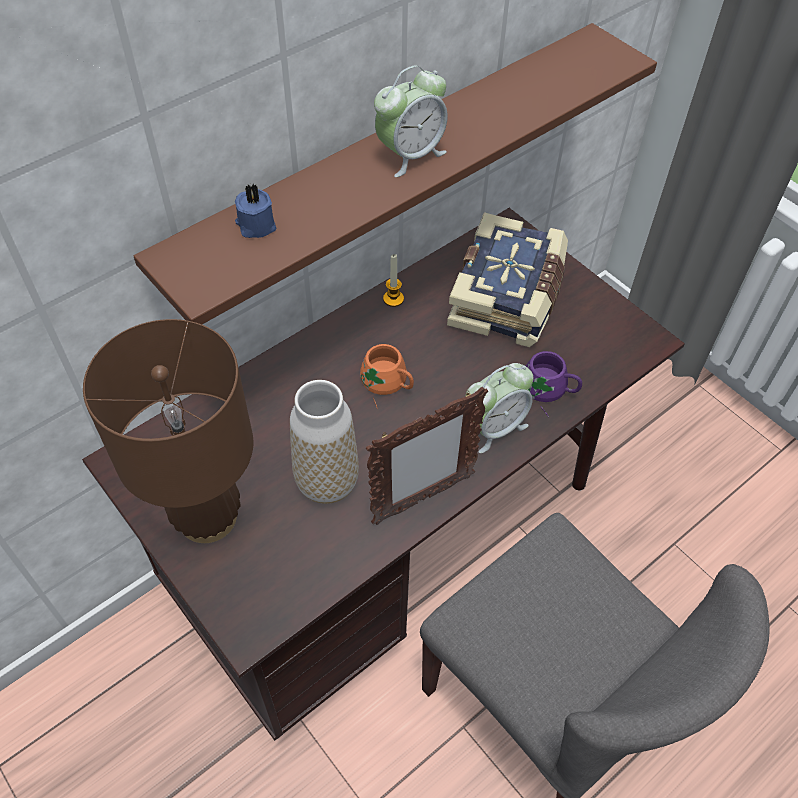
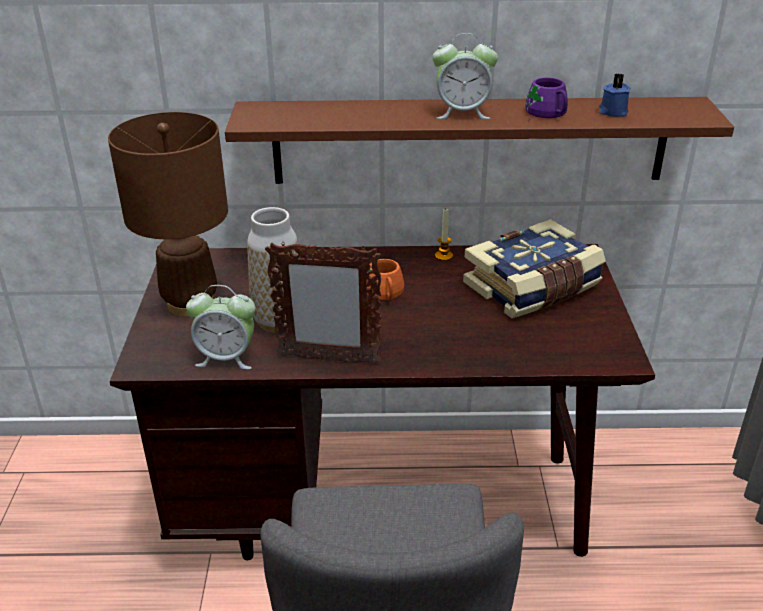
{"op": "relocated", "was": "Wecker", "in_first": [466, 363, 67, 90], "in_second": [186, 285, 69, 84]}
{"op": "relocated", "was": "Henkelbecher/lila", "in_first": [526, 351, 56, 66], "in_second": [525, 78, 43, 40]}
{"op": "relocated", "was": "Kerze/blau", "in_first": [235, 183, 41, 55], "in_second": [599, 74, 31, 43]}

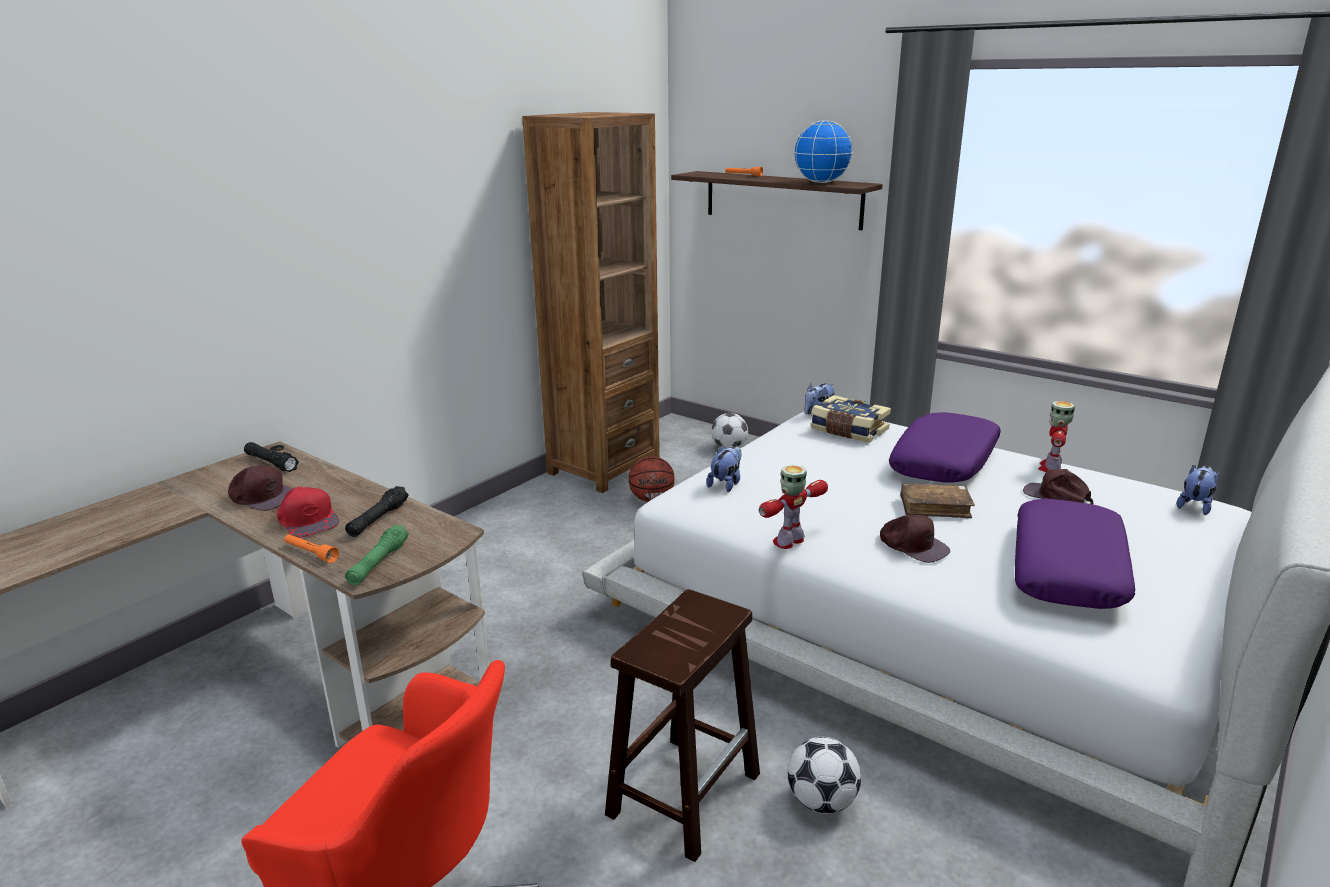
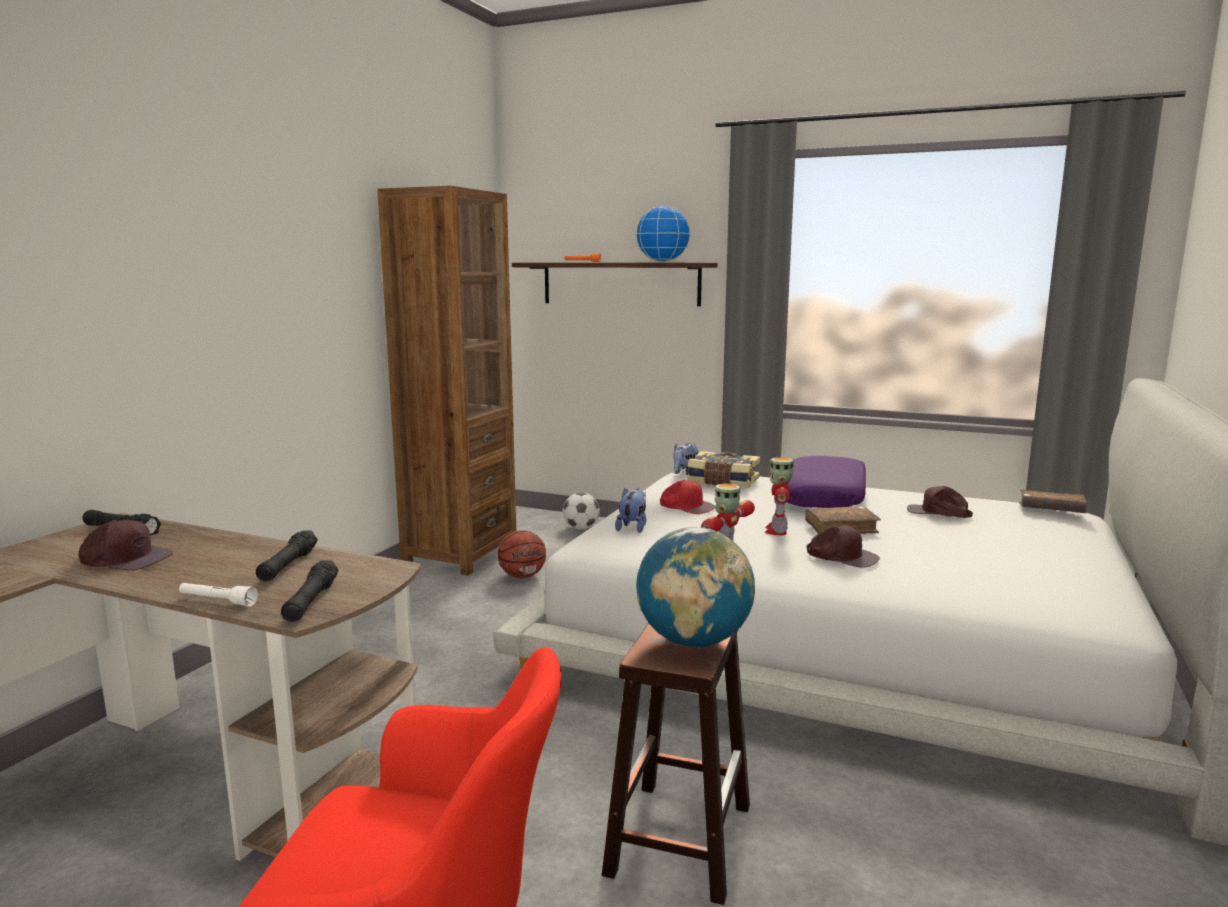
{"op": "colour", "was": "Taschenlampe/orange", "now": "Taschenlampe/weiß", "in_first": [284, 534, 55, 29], "in_second": [179, 583, 79, 24]}
{"op": "colour", "was": "Taschenlampe/grün", "now": "Taschenlampe/schwarz", "in_first": [345, 525, 64, 60], "in_second": [281, 560, 57, 62]}
{"op": "appeared", "now": "Globus", "in_second": [636, 527, 119, 120]}
{"op": "relocated", "was": "Kappe/rot", "in_first": [277, 486, 63, 52], "in_second": [660, 480, 56, 34]}
{"op": "relocated", "was": "Spielzeugroboter", "in_first": [1038, 401, 37, 71], "in_second": [765, 457, 29, 78]}
{"op": "exchanged", "was": "Plüschtier", "now": "Buch/braun", "in_first": [1177, 465, 42, 50], "in_second": [1019, 490, 68, 23]}
{"op": "missing", "was": "Fußball", "in_first": [788, 737, 73, 77]}
{"op": "missing", "was": "Kissen/lila", "in_first": [1015, 499, 120, 110]}

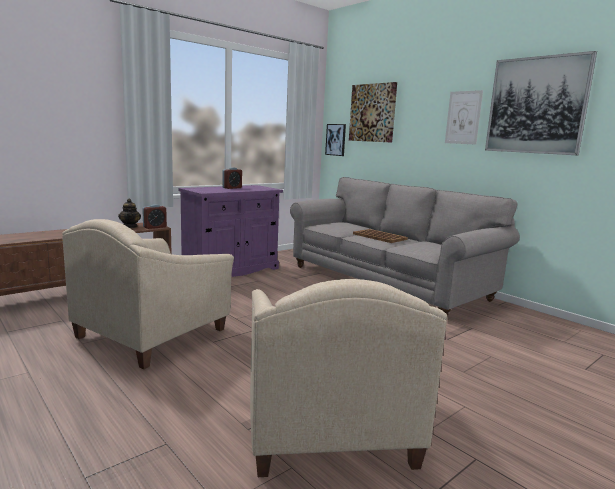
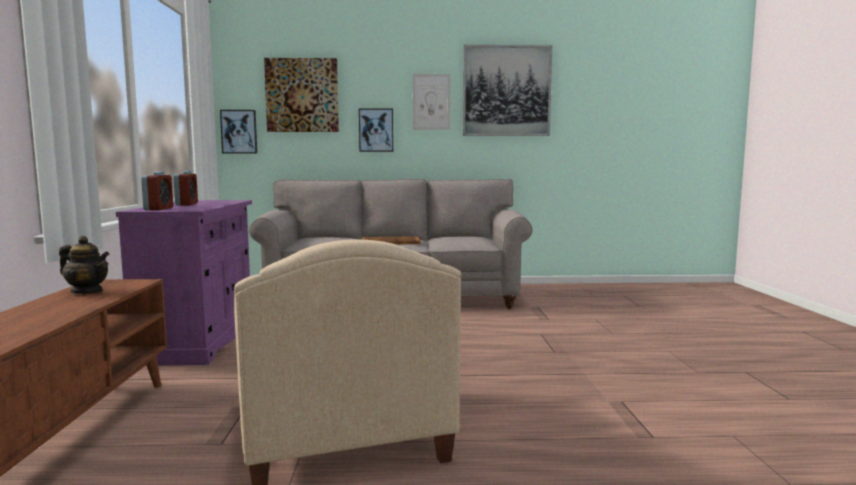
{"op": "relocated", "was": "Wecker", "in_first": [142, 204, 25, 25], "in_second": [141, 171, 32, 39]}
{"op": "appeared", "now": "Bild", "in_second": [359, 108, 34, 44]}
{"op": "missing", "was": "Sessel/beige", "in_first": [250, 279, 197, 198]}

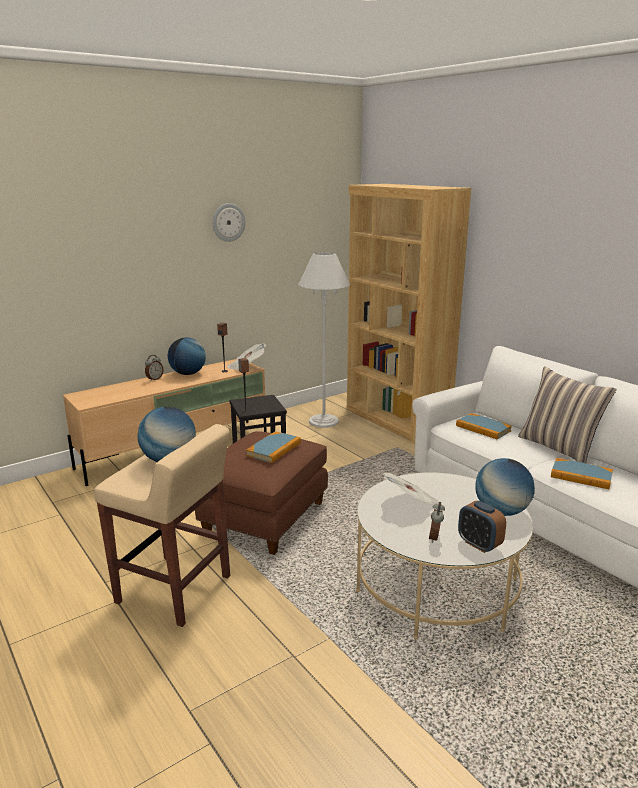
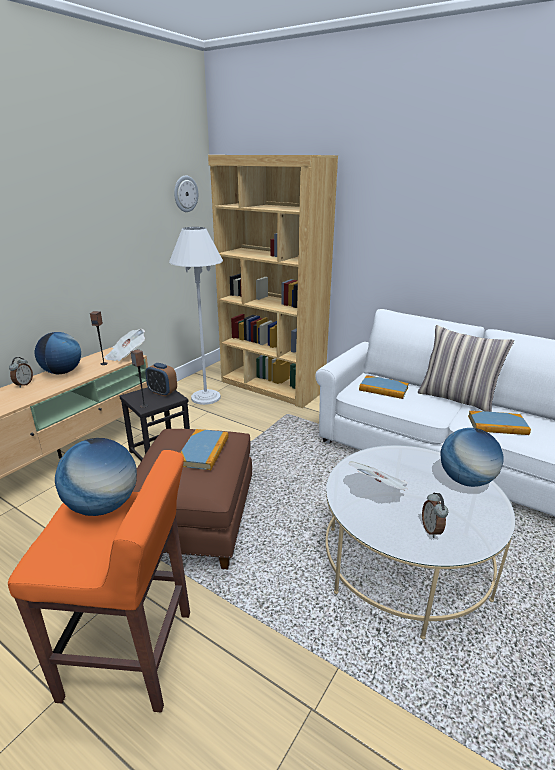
{"op": "colour", "was": "Hocker/beige", "now": "Hocker/orange", "in_first": [94, 424, 136, 203], "in_second": [8, 450, 182, 263]}
{"op": "relocated", "was": "Wecker", "in_first": [458, 501, 48, 52], "in_second": [145, 363, 32, 33]}
{"op": "relocated", "was": "Wanduhr", "in_first": [212, 203, 33, 39], "in_second": [174, 176, 24, 36]}

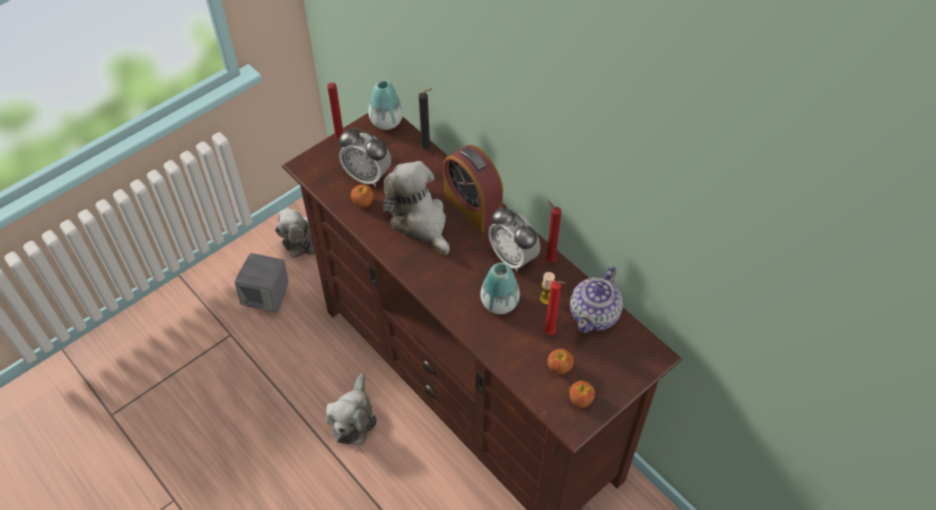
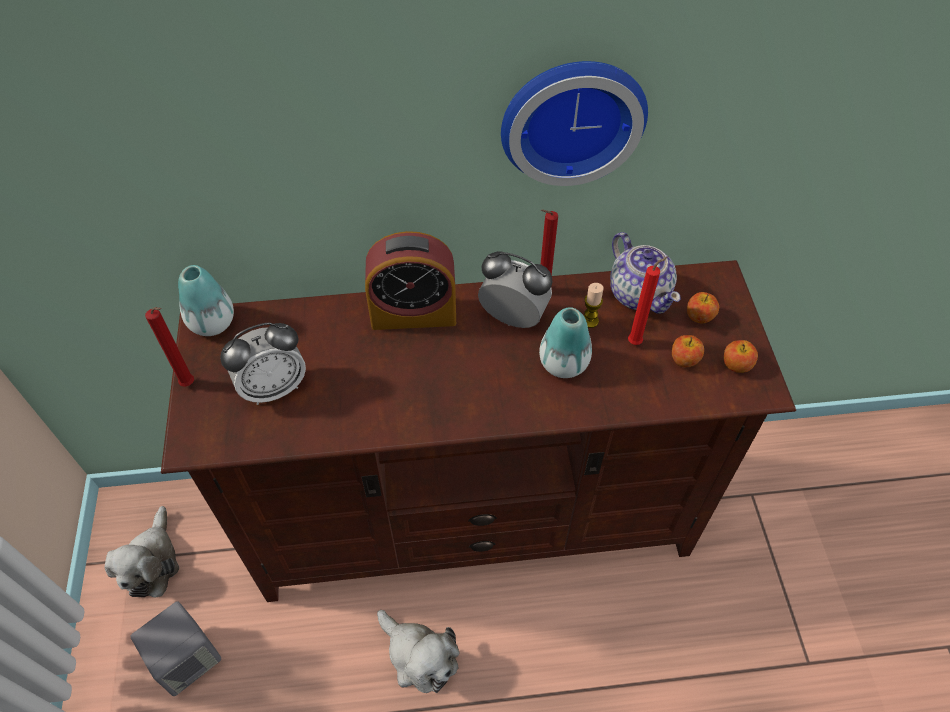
{"op": "spun", "was": "Wecker", "in_first": [489, 207, 51, 65], "in_second": [478, 251, 74, 77], "clockwise": -150}
{"op": "appeared", "now": "Wanduhr", "in_second": [501, 61, 147, 125]}
{"op": "relocated", "was": "Apfel", "in_first": [351, 185, 22, 23], "in_second": [687, 292, 32, 32]}
{"op": "missing", "was": "Plüschtier", "in_first": [383, 161, 67, 94]}
{"op": "missing", "was": "Kerze/schwarz", "in_first": [419, 89, 13, 61]}

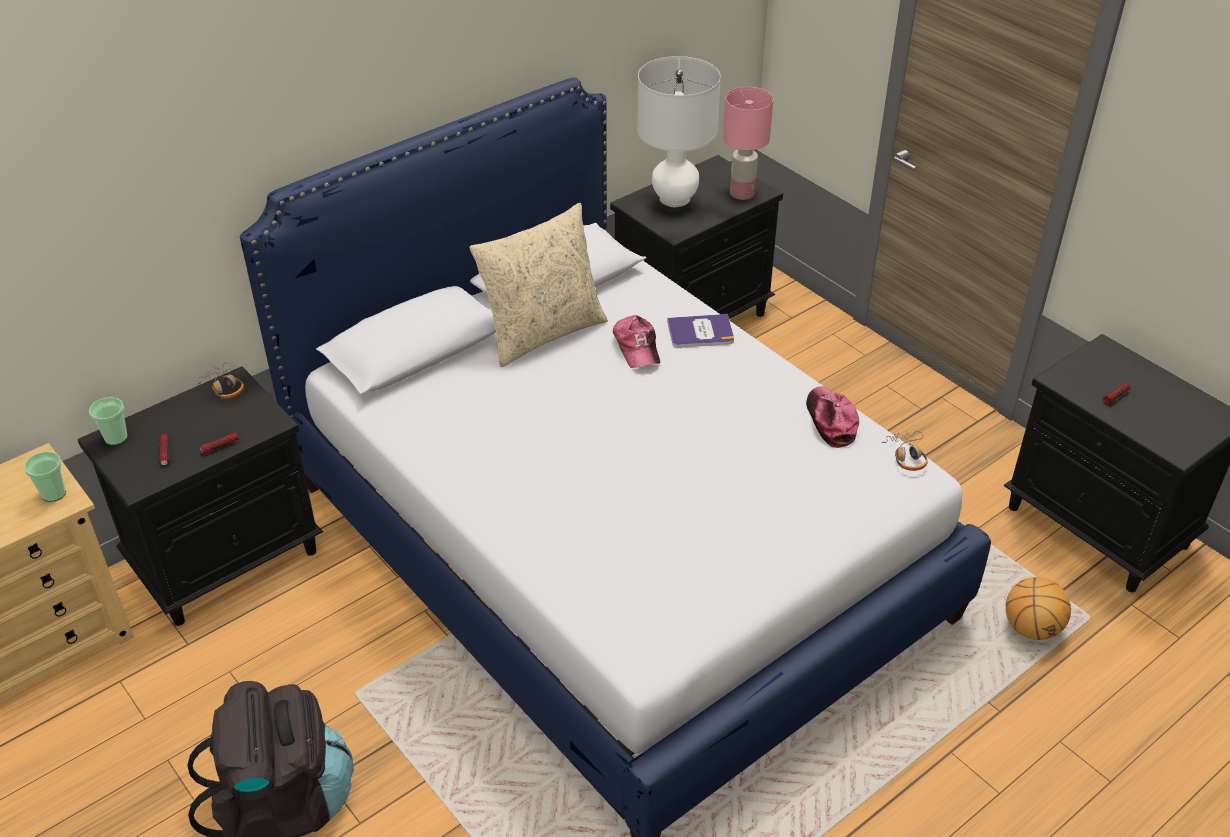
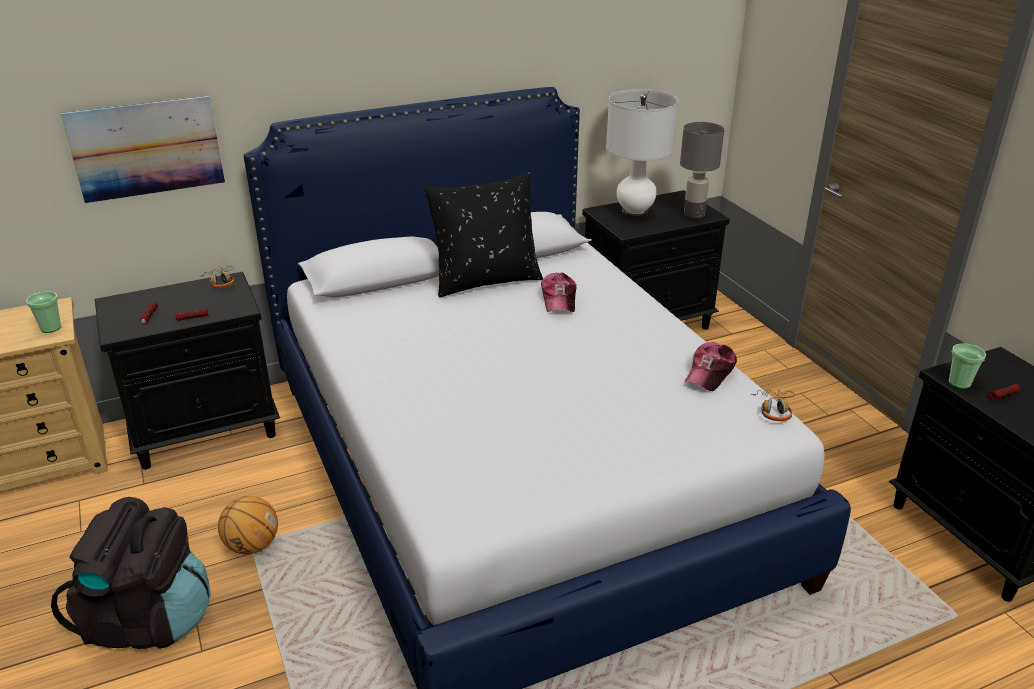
{"op": "appeared", "now": "Bild", "in_second": [61, 96, 164, 107]}
{"op": "relocated", "was": "Basketball", "in_first": [1006, 577, 65, 63], "in_second": [218, 496, 60, 58]}
{"op": "colour", "was": "Kissen/beige", "now": "Kissen/schwarz", "in_first": [469, 203, 139, 164], "in_second": [424, 172, 119, 125]}
{"op": "colour", "was": "Tischlampe/rosa", "now": "Tischlampe/grau", "in_first": [723, 87, 50, 113], "in_second": [680, 122, 44, 97]}
{"op": "spun", "was": "Kappe", "in_first": [806, 386, 53, 62], "in_second": [684, 342, 53, 49], "clockwise": -150}
{"op": "relocated", "was": "Tasse", "in_first": [89, 397, 39, 48], "in_second": [949, 343, 37, 46]}
{"op": "missing", "was": "Buch", "in_first": [667, 314, 67, 34]}

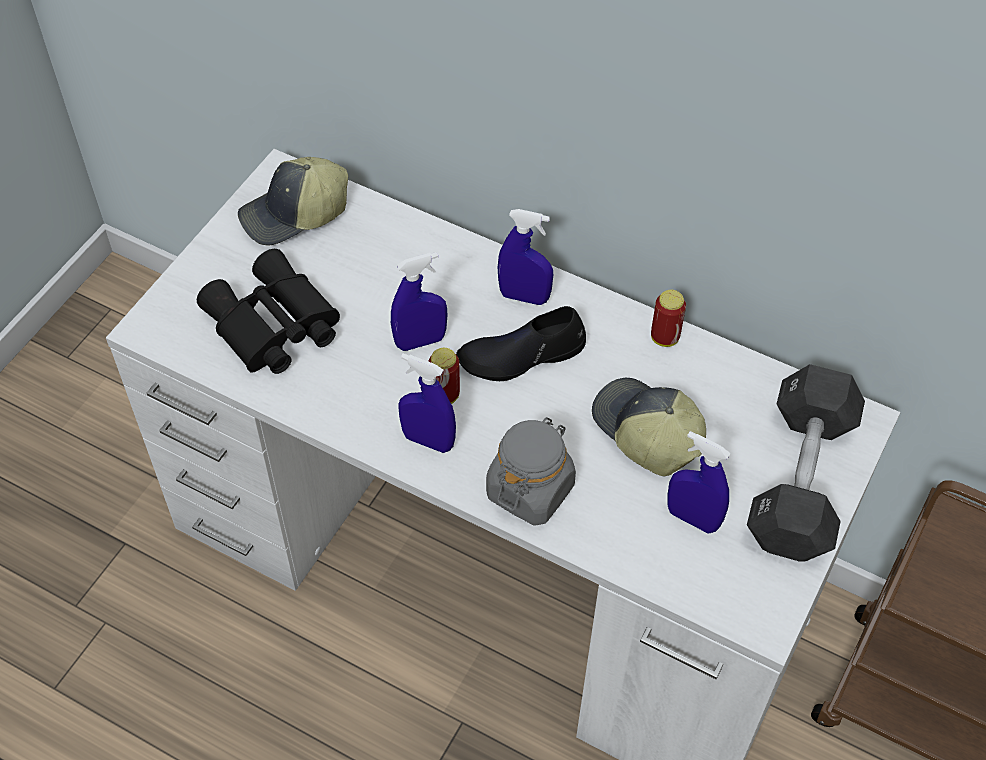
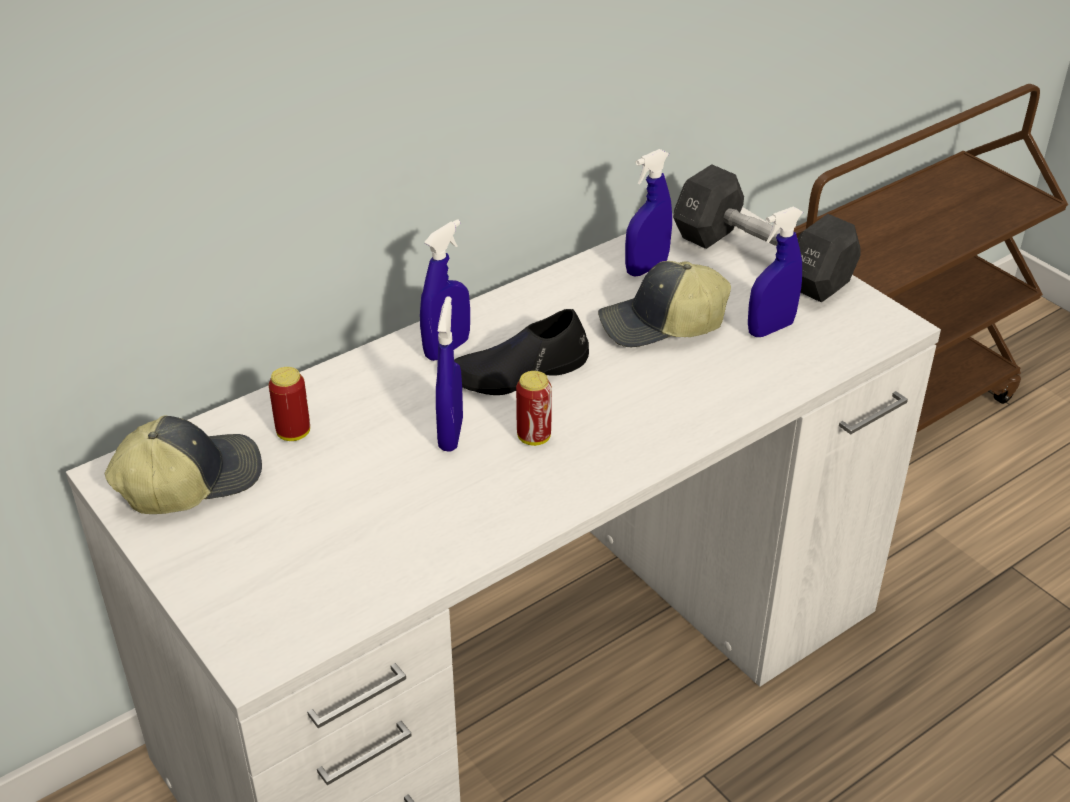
{"op": "spun", "was": "Kappe", "in_first": [238, 157, 110, 89], "in_second": [104, 415, 158, 99], "clockwise": -120}
{"op": "relocated", "was": "Dose", "in_first": [651, 290, 35, 57], "in_second": [269, 367, 41, 74]}
{"op": "spun", "was": "Schuh/schwarz", "in_first": [456, 306, 130, 75], "in_second": [454, 309, 135, 86], "clockwise": 60}
{"op": "relocated", "was": "Sprühflasche/blau", "in_first": [398, 353, 58, 100], "in_second": [625, 149, 47, 127]}
{"op": "missing", "was": "Fernglas/schwarz", "in_first": [197, 249, 143, 125]}
{"op": "missing", "was": "Vorratsglas/grau", "in_first": [486, 417, 90, 109]}

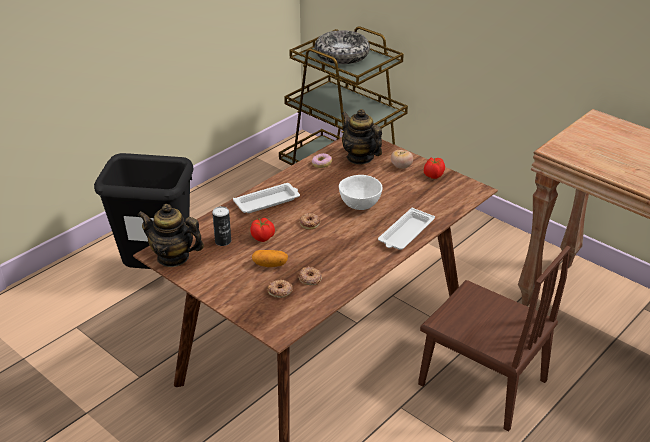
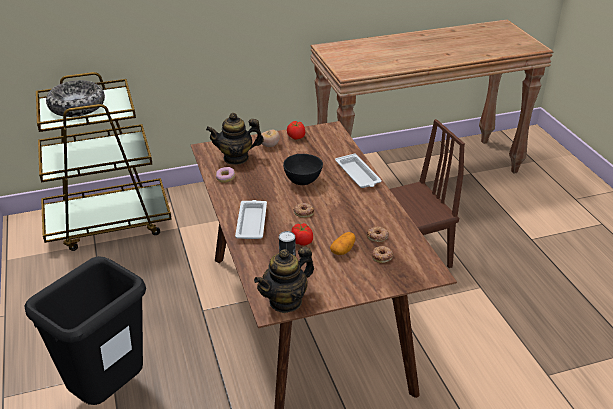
{"op": "colour", "was": "Schüssel/weiß", "now": "Schüssel/schwarz", "in_first": [339, 175, 44, 35], "in_second": [283, 154, 40, 31]}

